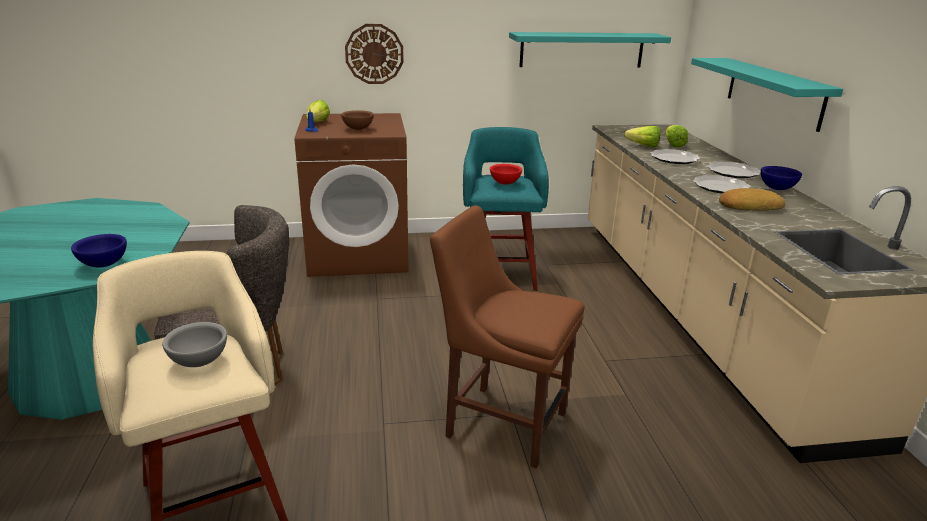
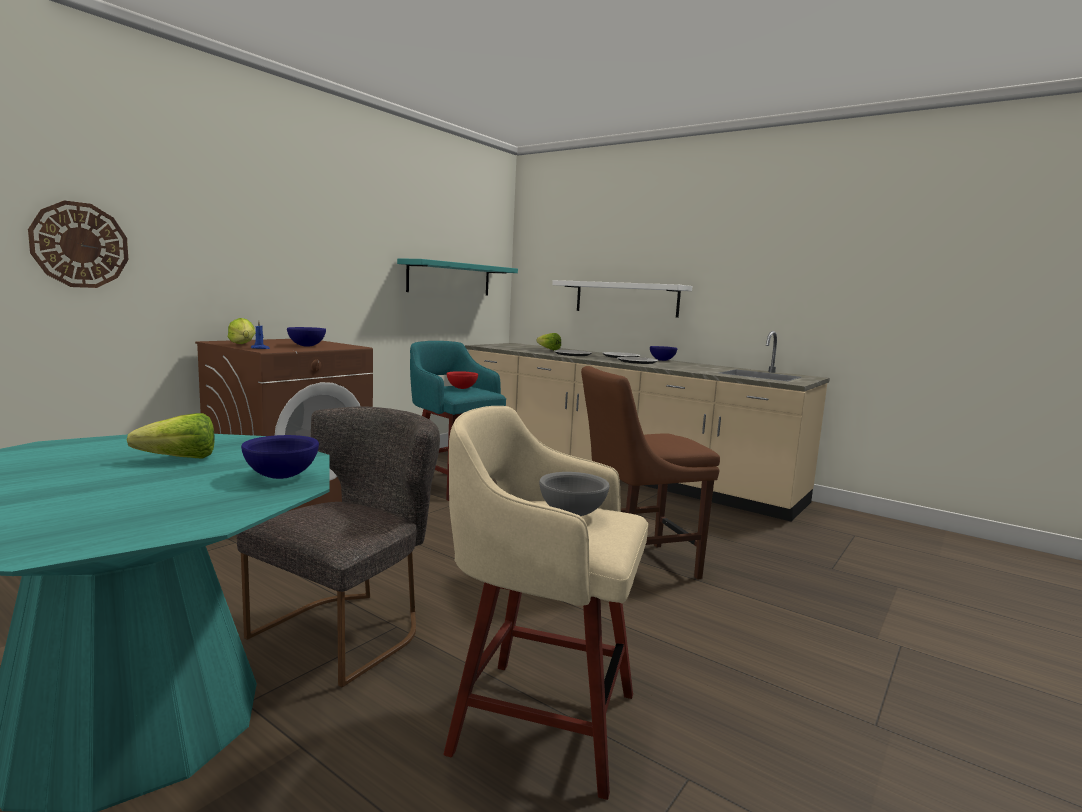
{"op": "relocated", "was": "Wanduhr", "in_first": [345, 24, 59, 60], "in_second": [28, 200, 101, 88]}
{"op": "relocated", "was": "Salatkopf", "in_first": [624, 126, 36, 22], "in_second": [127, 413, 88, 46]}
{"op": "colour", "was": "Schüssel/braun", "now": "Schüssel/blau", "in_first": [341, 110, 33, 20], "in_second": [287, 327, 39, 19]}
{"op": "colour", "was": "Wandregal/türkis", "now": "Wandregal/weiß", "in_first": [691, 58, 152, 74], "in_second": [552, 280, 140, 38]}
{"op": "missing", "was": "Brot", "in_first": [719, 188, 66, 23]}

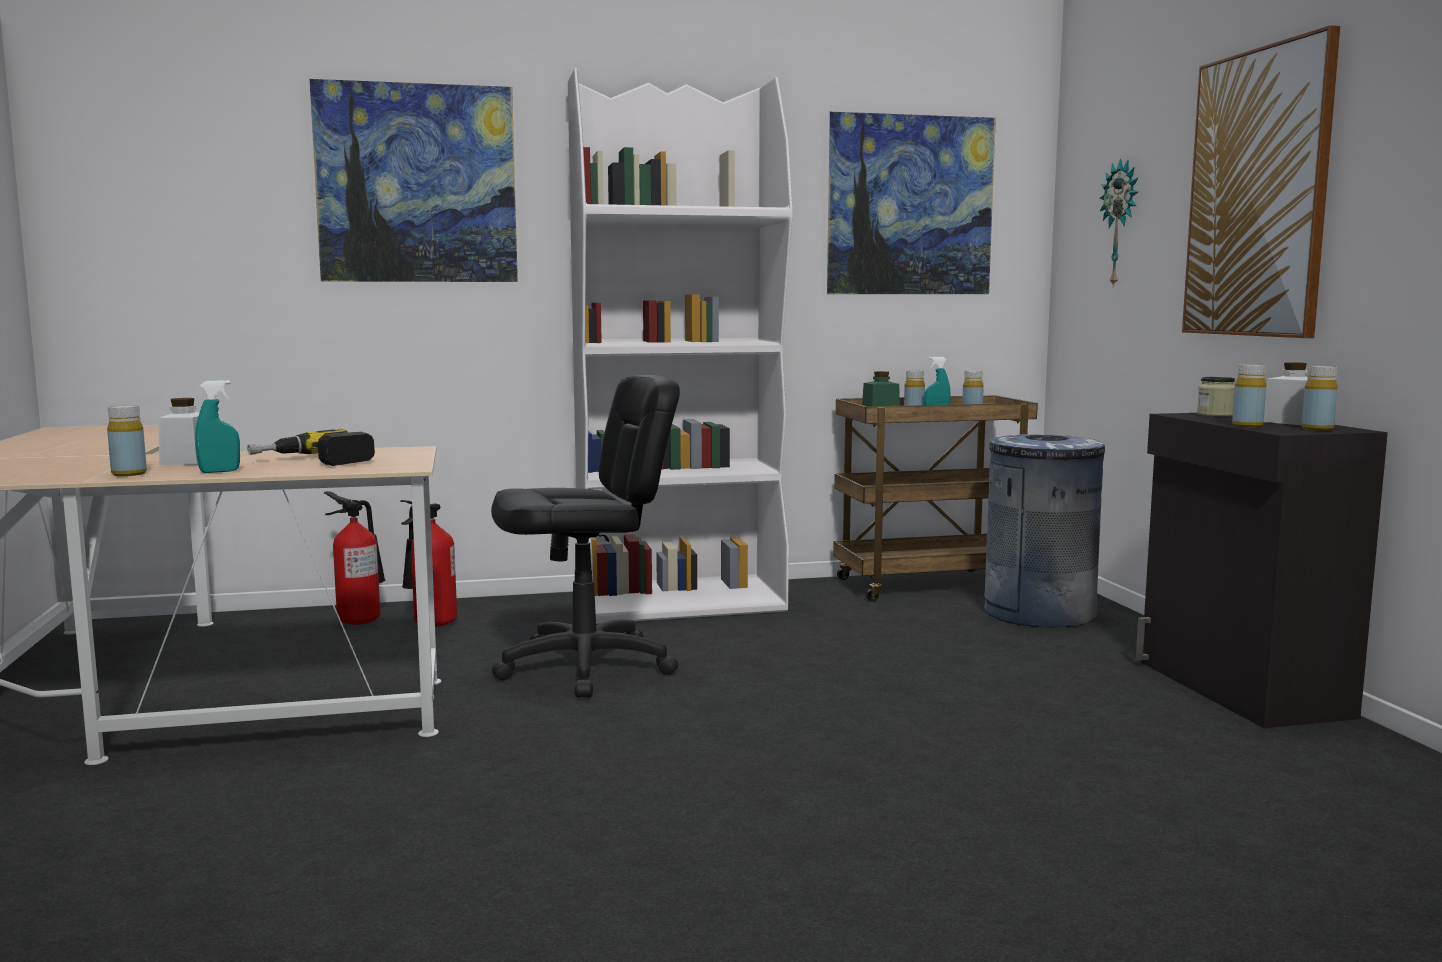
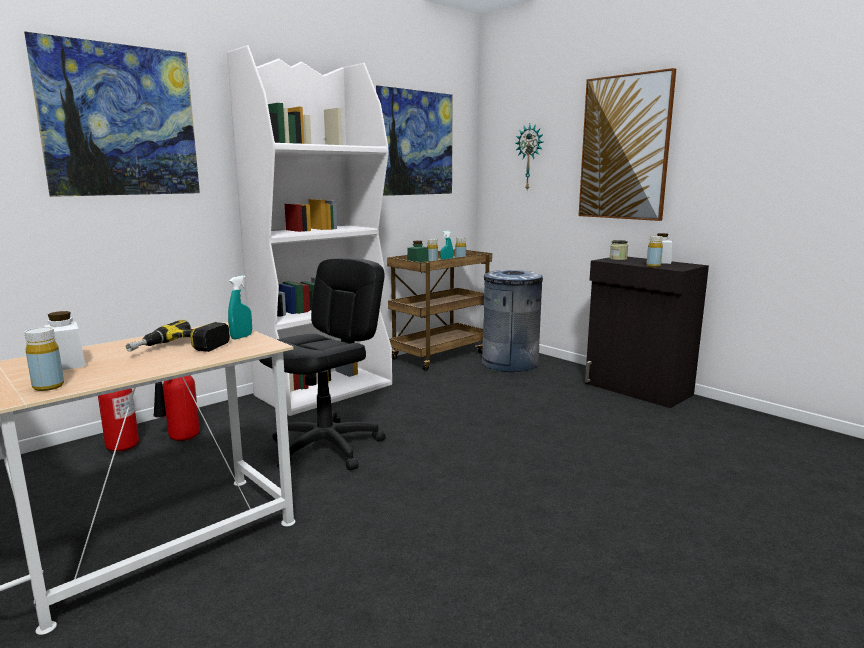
{"op": "relocated", "was": "Sprühflasche/türkis", "in_first": [195, 380, 45, 93], "in_second": [228, 275, 24, 64]}
{"op": "missing", "was": "Flasche/gelb", "in_first": [1302, 366, 36, 65]}

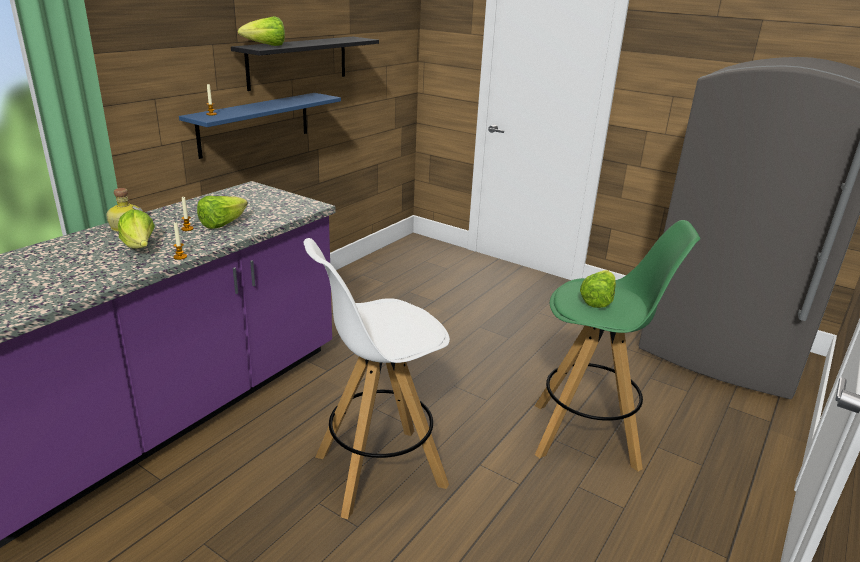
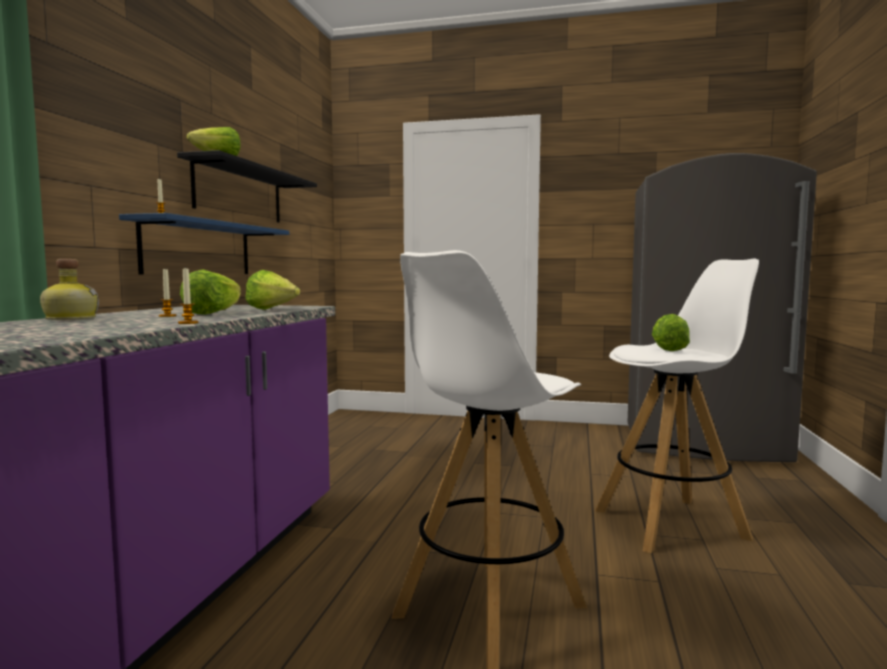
{"op": "relocated", "was": "Salatkopf", "in_first": [118, 209, 37, 40], "in_second": [245, 270, 55, 40]}
{"op": "colour", "was": "Hocker/grün", "now": "Hocker/weiß", "in_first": [535, 220, 165, 251], "in_second": [595, 258, 164, 295]}

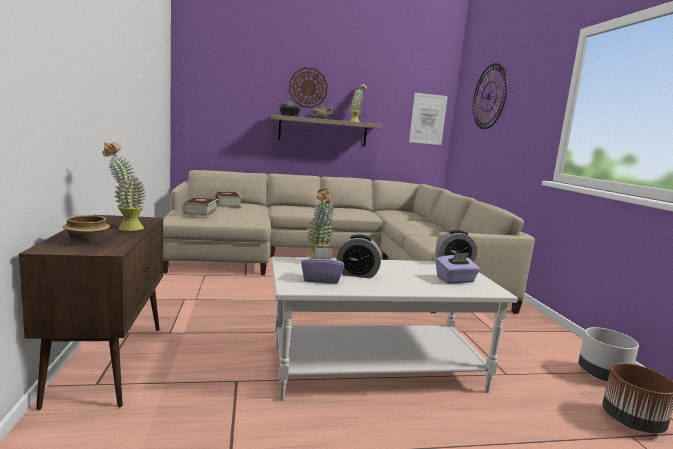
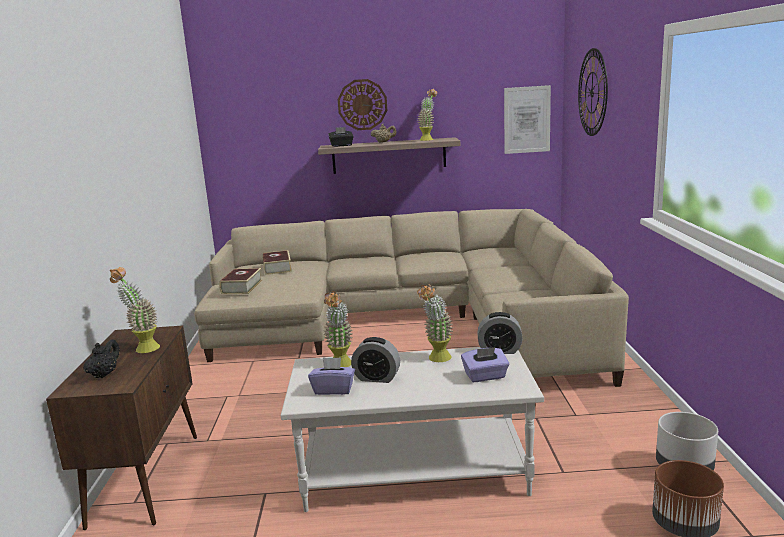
{"op": "exchanged", "was": "Schüssel", "now": "Teekanne/schwarz", "in_first": [63, 215, 47, 29], "in_second": [83, 340, 37, 38]}
{"op": "appeared", "now": "Topfpflanze", "in_second": [417, 284, 36, 78]}

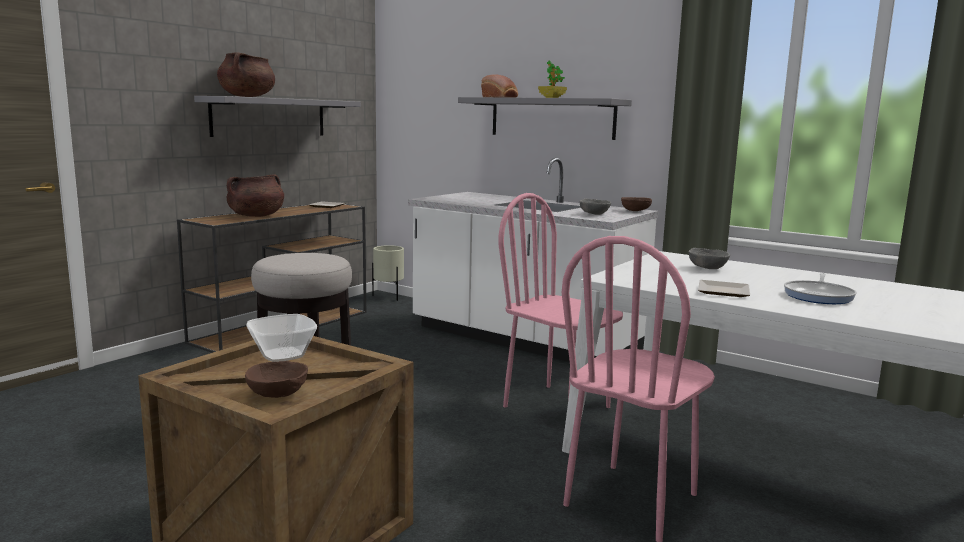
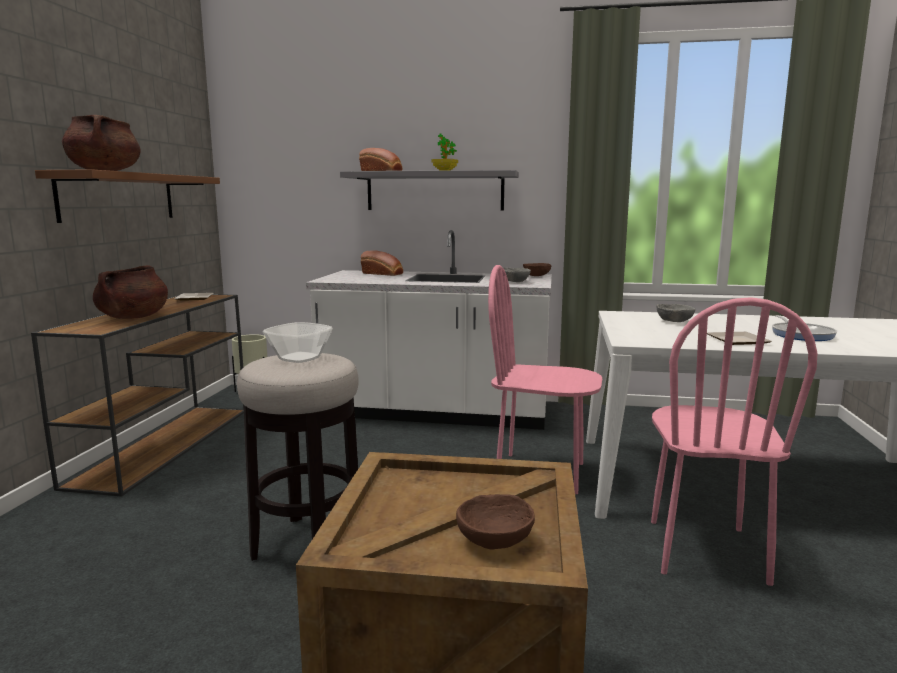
{"op": "colour", "was": "Wandregal/grau", "now": "Wandregal/braun", "in_first": [194, 96, 167, 41], "in_second": [35, 169, 185, 54]}
{"op": "relocated", "was": "Schüssel", "in_first": [246, 314, 71, 48], "in_second": [263, 322, 70, 41]}
{"op": "appeared", "now": "Brot", "in_second": [361, 250, 42, 26]}

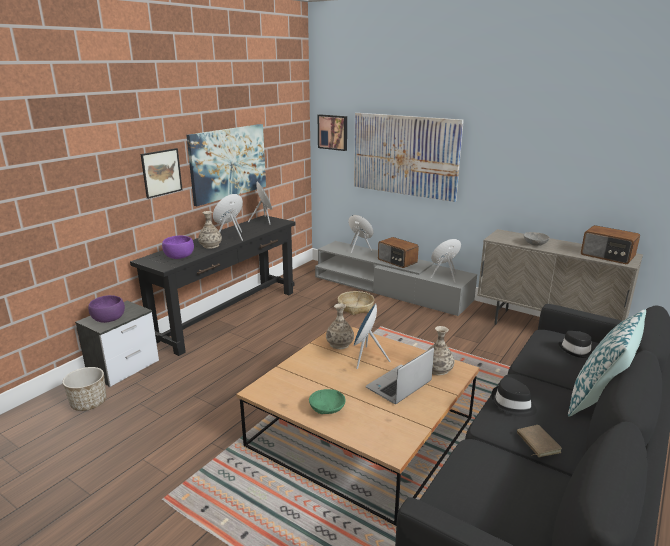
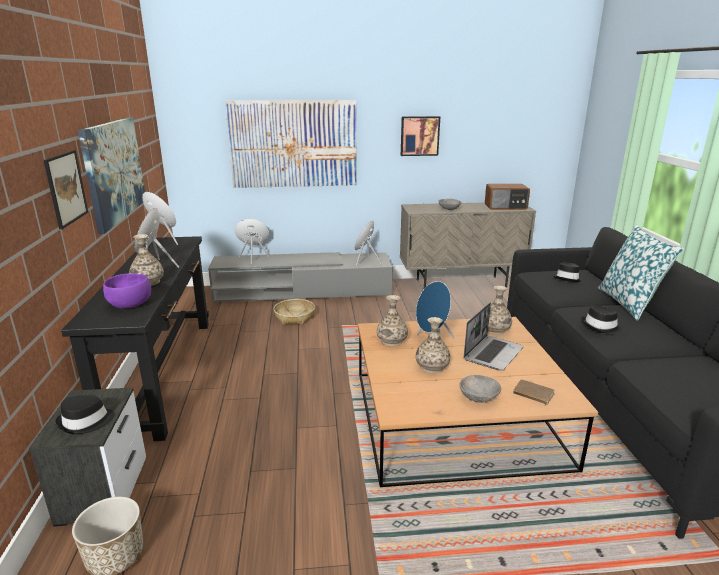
{"op": "exchanged", "was": "Schüssel/lila", "now": "Hut/schwarz", "in_first": [88, 295, 37, 28], "in_second": [55, 395, 60, 39]}
{"op": "relocated", "was": "Bild", "in_first": [318, 114, 29, 37], "in_second": [401, 116, 39, 40]}
{"op": "appeared", "now": "Vase", "in_second": [416, 317, 34, 56]}
{"op": "colour", "was": "Schüssel/grün", "now": "Schüssel/grau", "in_first": [309, 389, 37, 25], "in_second": [459, 375, 42, 28]}
{"op": "spun", "was": "Laptop", "in_first": [366, 347, 68, 57], "in_second": [463, 303, 61, 68], "clockwise": -150}
{"op": "relocated", "was": "Buch/braun", "in_first": [517, 425, 45, 32], "in_second": [513, 379, 42, 26]}
{"op": "missing", "was": "Radio", "in_first": [378, 237, 41, 31]}

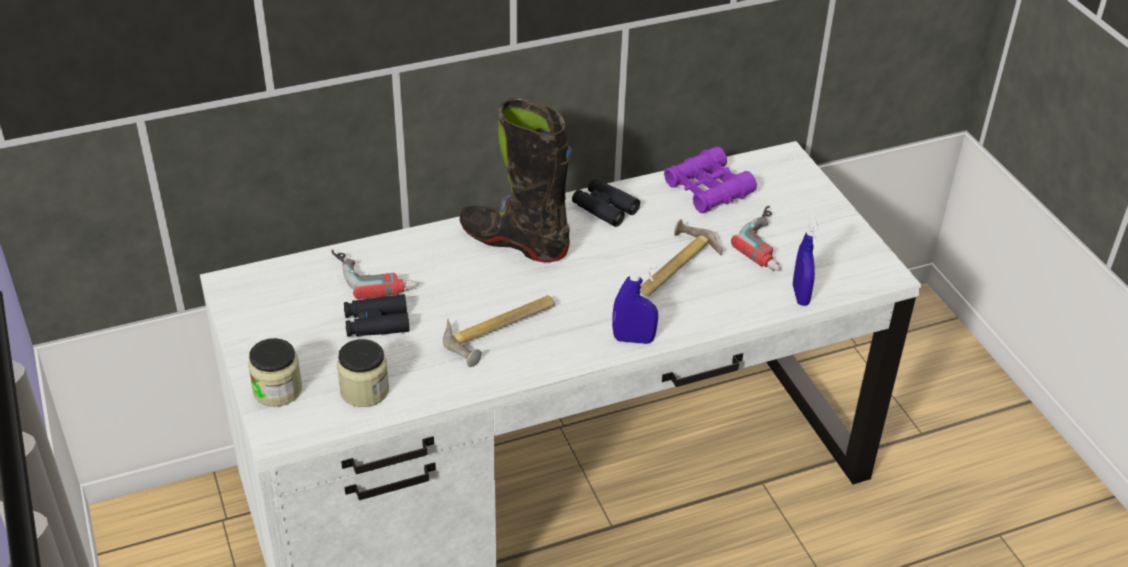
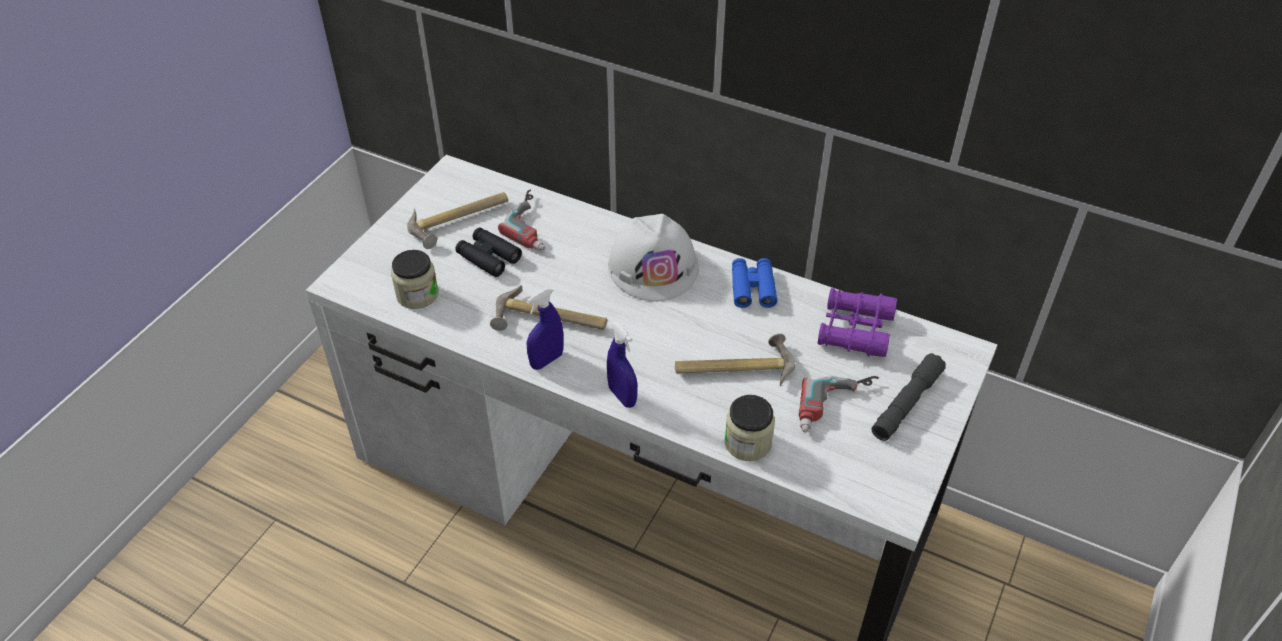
{"op": "appeared", "now": "Hammer", "in_second": [407, 192, 101, 57]}
{"op": "relocated", "was": "Sprühflasche/blau", "in_first": [793, 214, 26, 92], "in_second": [526, 287, 37, 83]}
{"op": "exchanged", "was": "Stiefel/schwarz", "now": "Schutzhelm/weiß", "in_first": [460, 98, 112, 164], "in_second": [608, 214, 91, 88]}
{"op": "relocated", "was": "Vorratsglas", "in_first": [248, 338, 54, 69], "in_second": [724, 395, 51, 66]}
{"op": "colour", "was": "Fernglas/schwarz", "now": "Fernglas/blau", "in_first": [572, 178, 68, 49], "in_second": [732, 258, 45, 50]}
{"op": "appeared", "now": "Taschenlampe/grau", "in_second": [871, 353, 75, 88]}

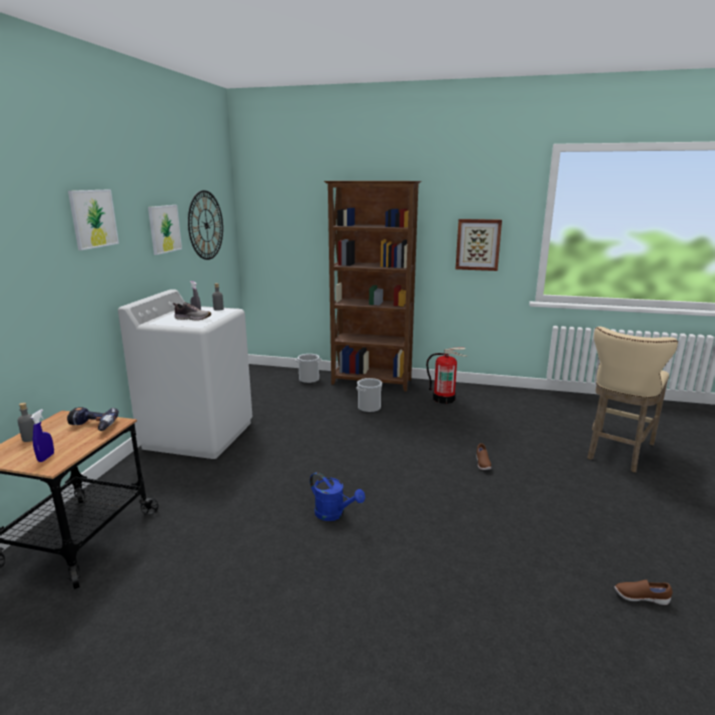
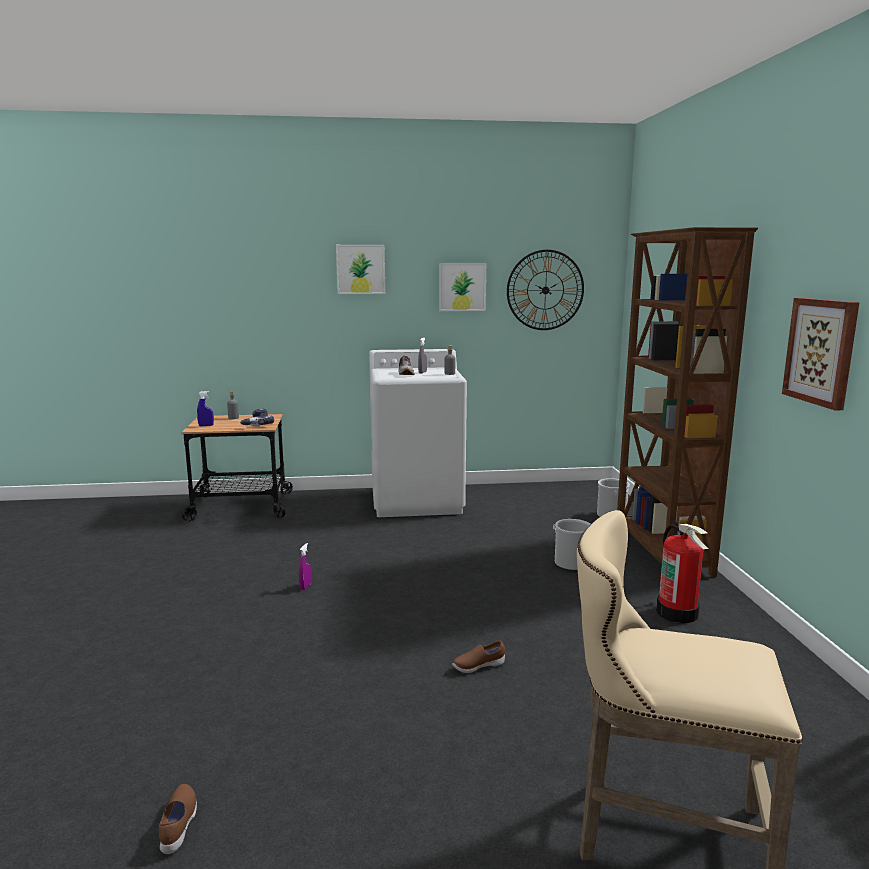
{"op": "exchanged", "was": "Gießkanne/blau", "now": "Sprühflasche/lila", "in_first": [310, 472, 55, 49], "in_second": [299, 543, 13, 47]}

